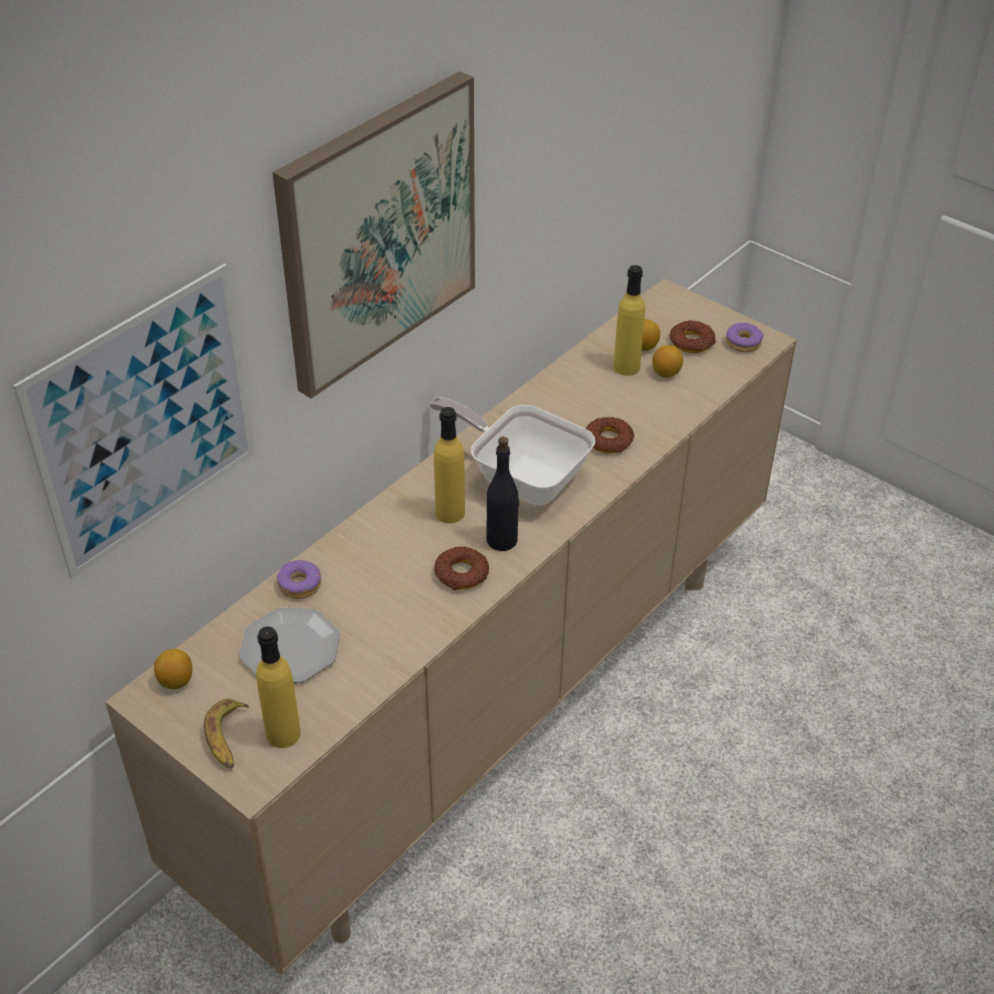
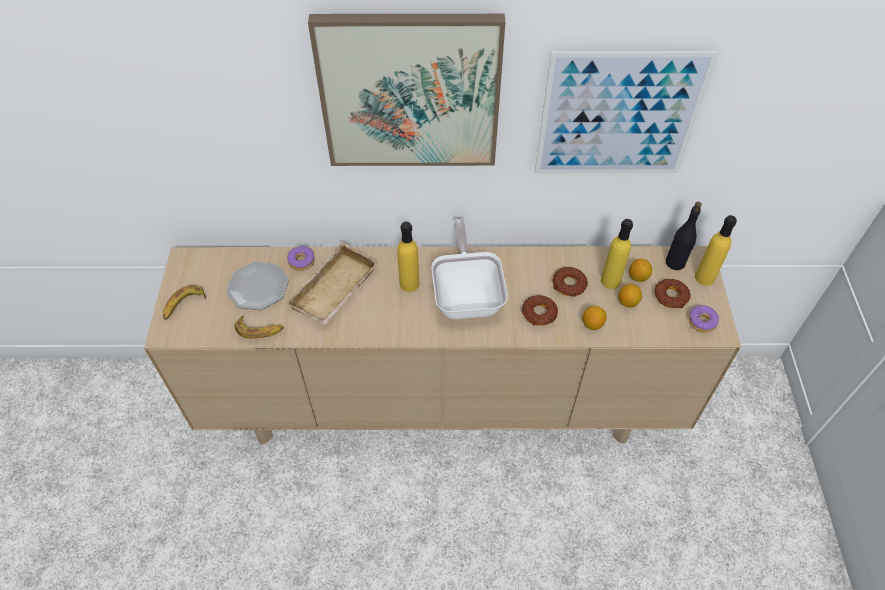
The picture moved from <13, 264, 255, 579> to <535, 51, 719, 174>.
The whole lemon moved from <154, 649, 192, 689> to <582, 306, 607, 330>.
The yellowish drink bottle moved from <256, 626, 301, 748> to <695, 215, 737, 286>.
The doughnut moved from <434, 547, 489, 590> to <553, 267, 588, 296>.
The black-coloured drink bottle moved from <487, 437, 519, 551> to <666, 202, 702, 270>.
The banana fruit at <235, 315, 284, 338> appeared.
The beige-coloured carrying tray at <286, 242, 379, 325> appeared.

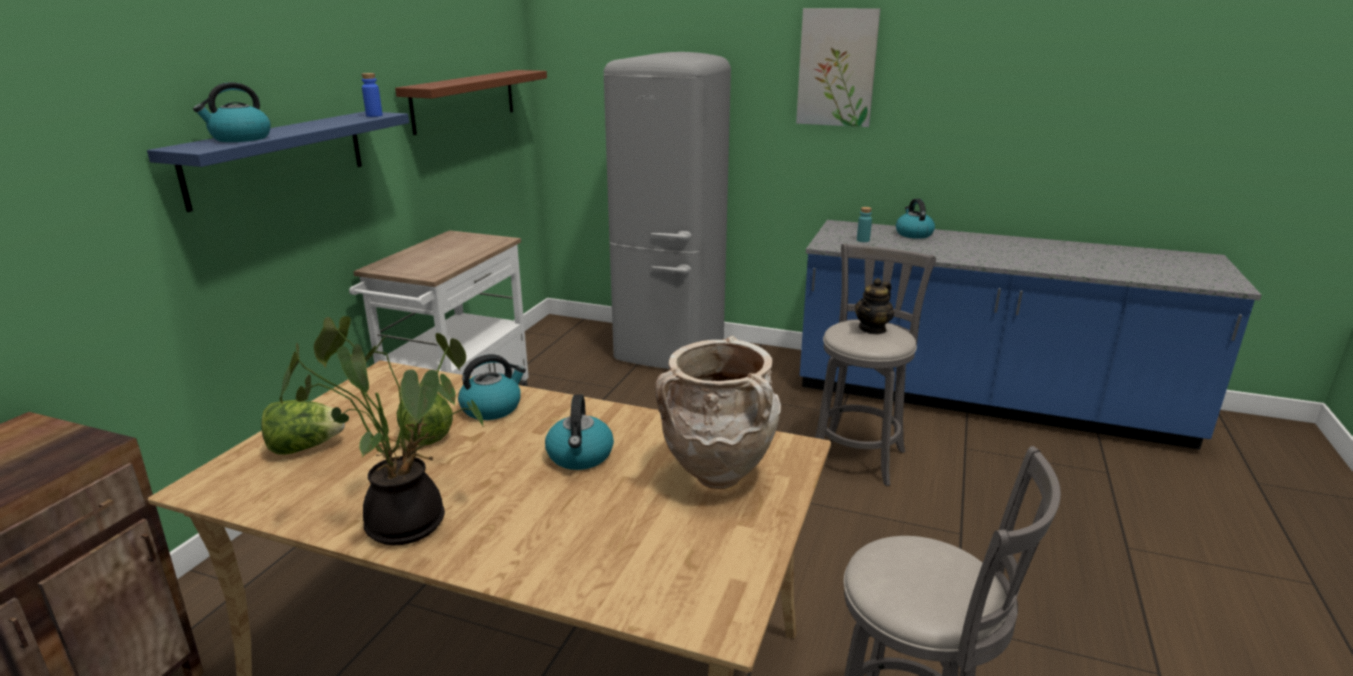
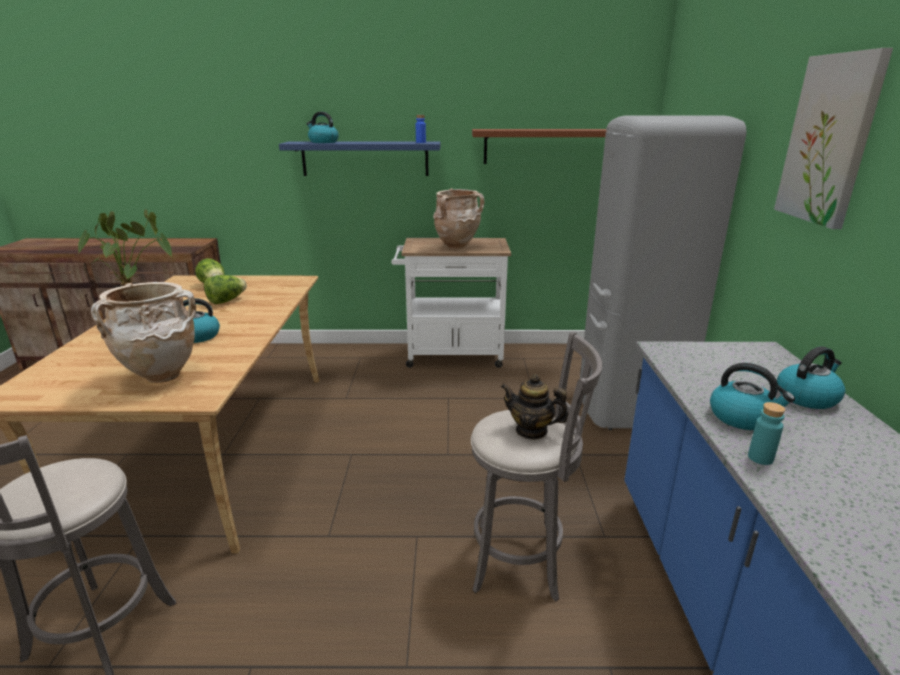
The kettle moved from <458, 354, 526, 420> to <710, 363, 795, 430>.
The turquoise drink bottle moved from <857, 207, 872, 242> to <748, 402, 785, 465>.
The beige-coloured flower vase at <433, 188, 485, 249> appeared.

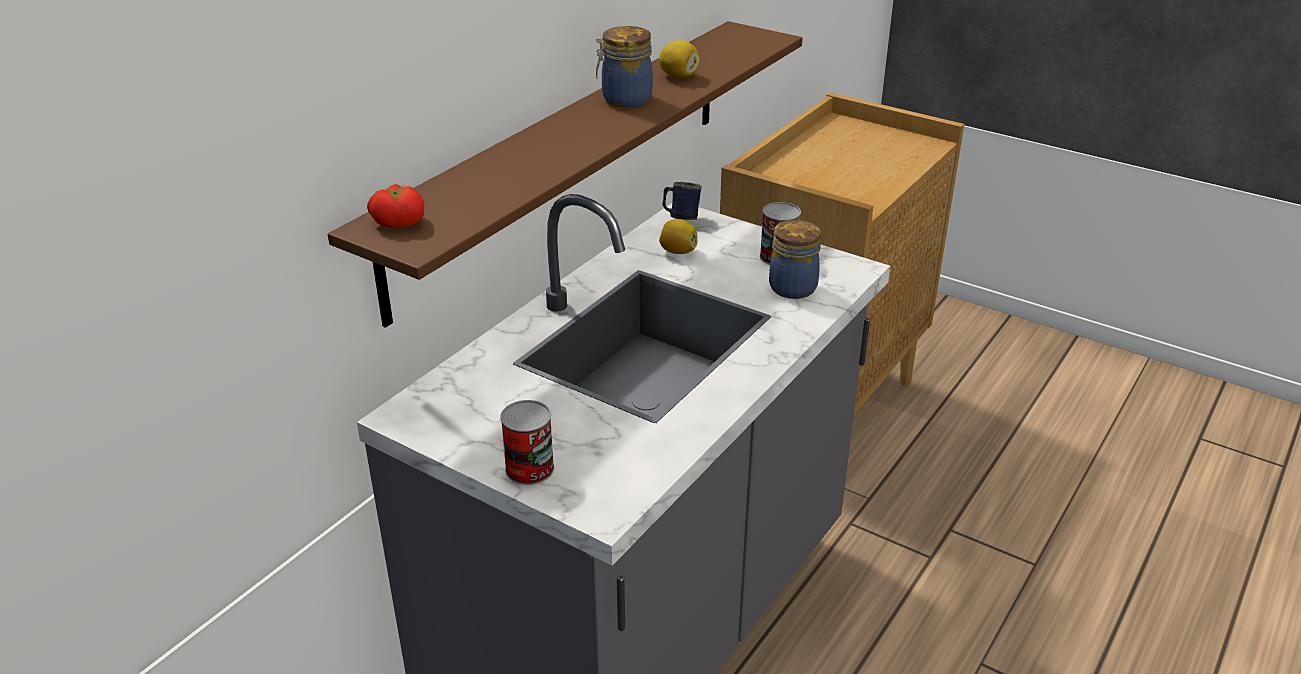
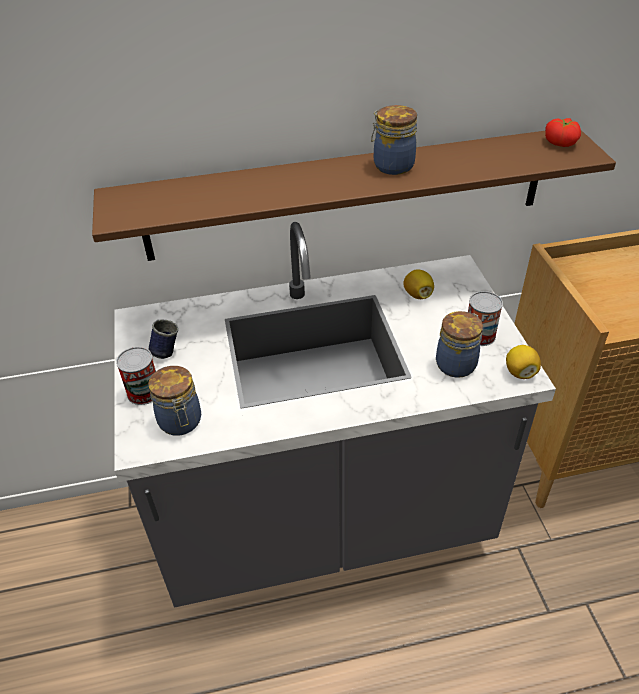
The whole tomato moved from <367, 184, 424, 228> to <545, 118, 581, 147>.
The whole lemon moved from <659, 40, 700, 78> to <506, 345, 541, 379>.
The bluish coffee mug moved from <662, 182, 702, 220> to <149, 320, 178, 359>.
The preserve jar at <148, 366, 201, 436> appeared.

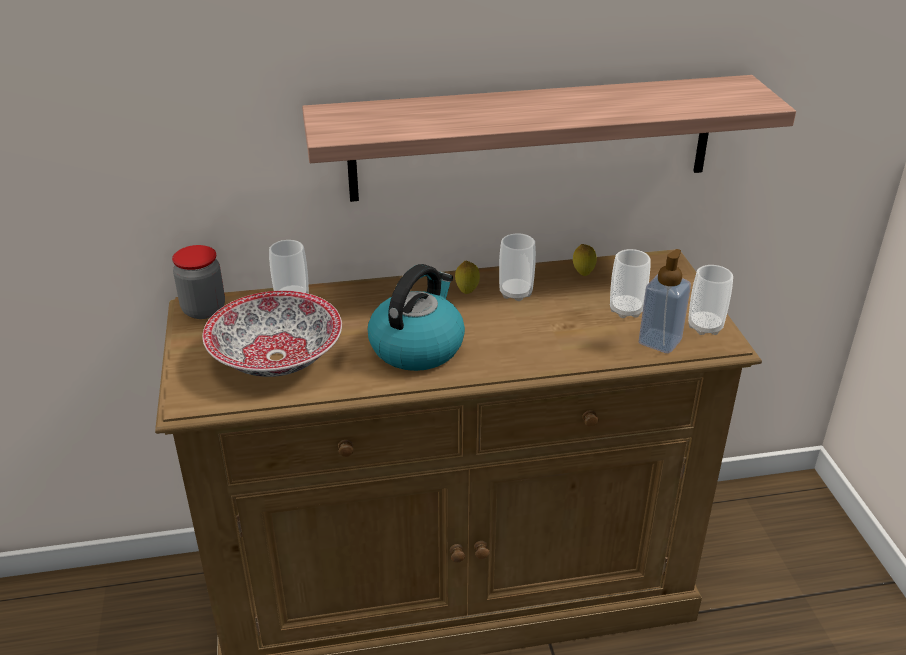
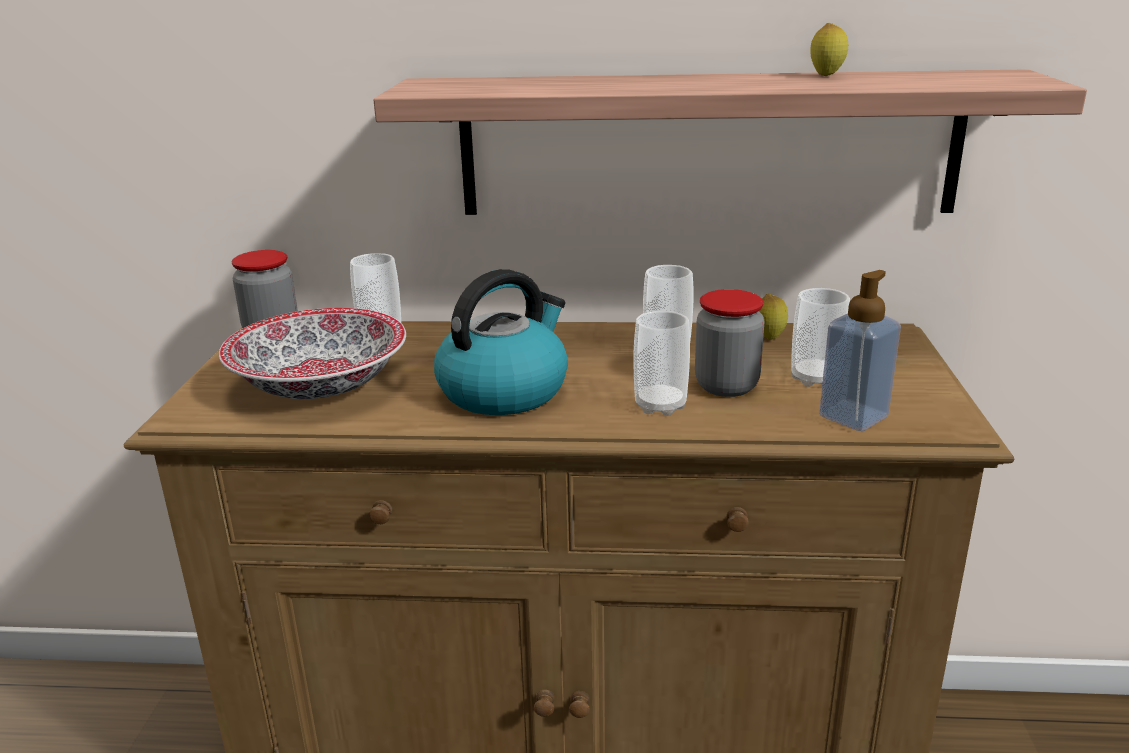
The whole lemon moved from <455, 261, 480, 294> to <811, 23, 848, 76>.
The cup moved from <688, 265, 733, 335> to <634, 311, 690, 416>.
The preserve jar at <695, 289, 764, 397> appeared.

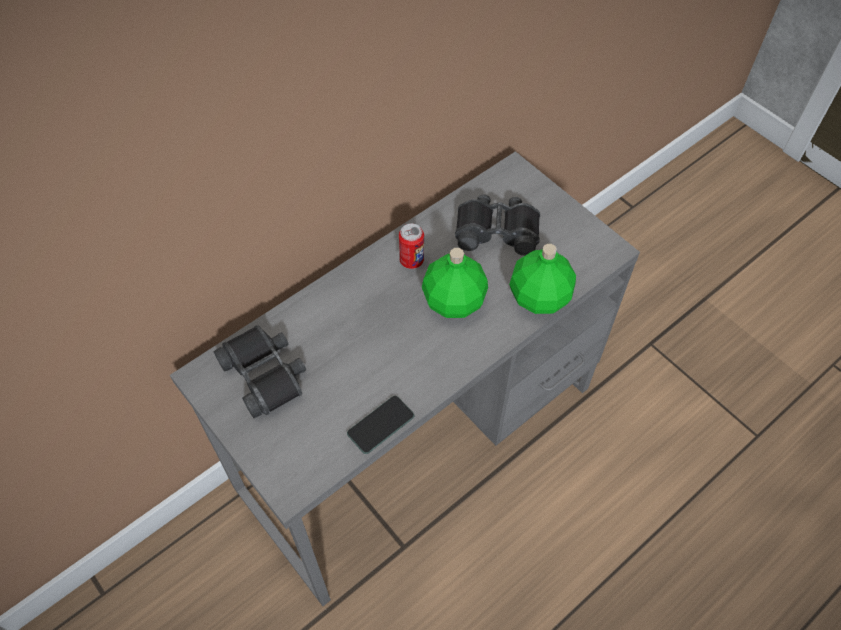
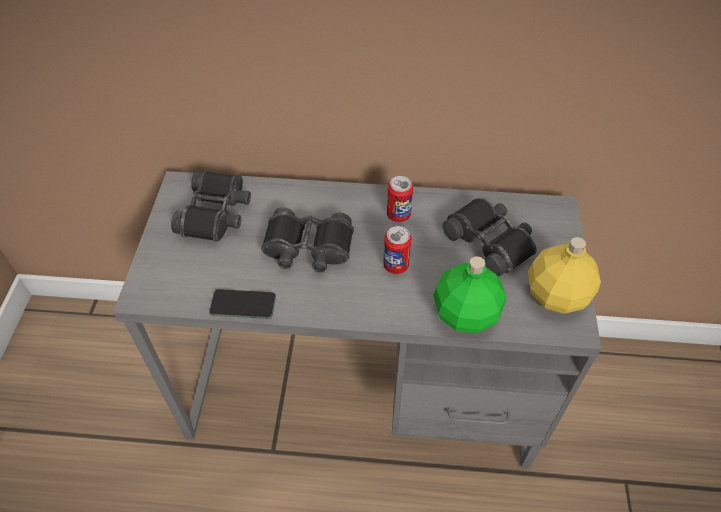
The green-coloured drink bottle at <422, 248, 488, 318> was replaced by the sealed can at <383, 226, 411, 274>.
The black-coloured field glasses at <261, 207, 354, 272> appeared.
The yellowish drink bottle at <528, 237, 601, 314> appeared.

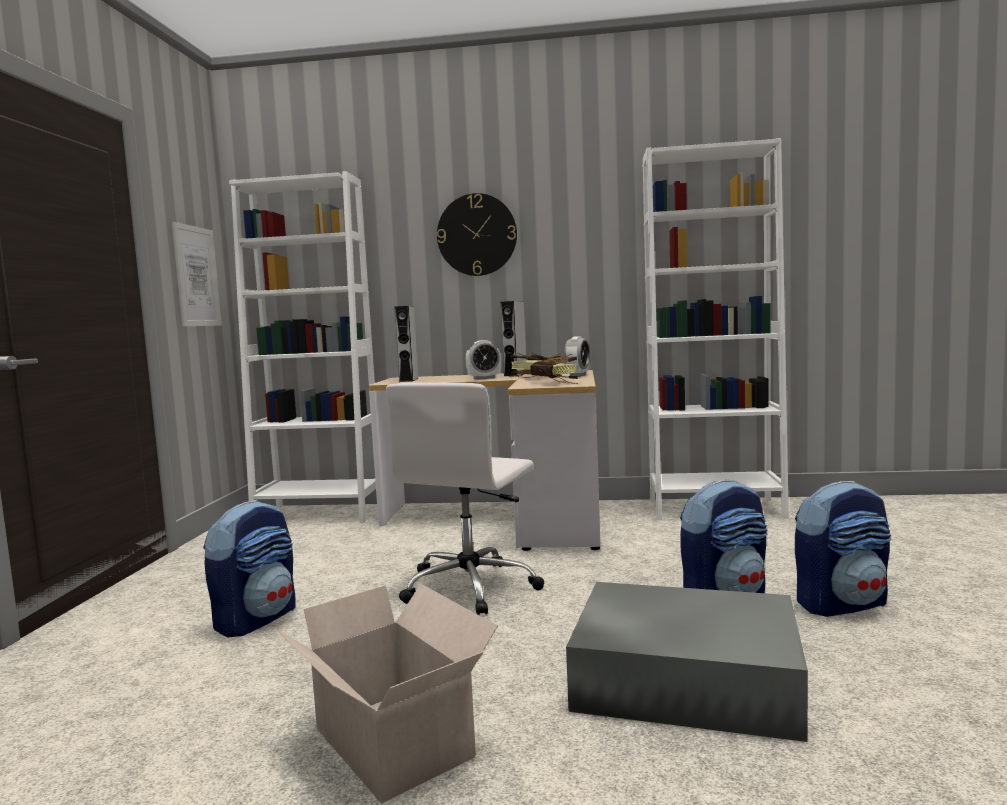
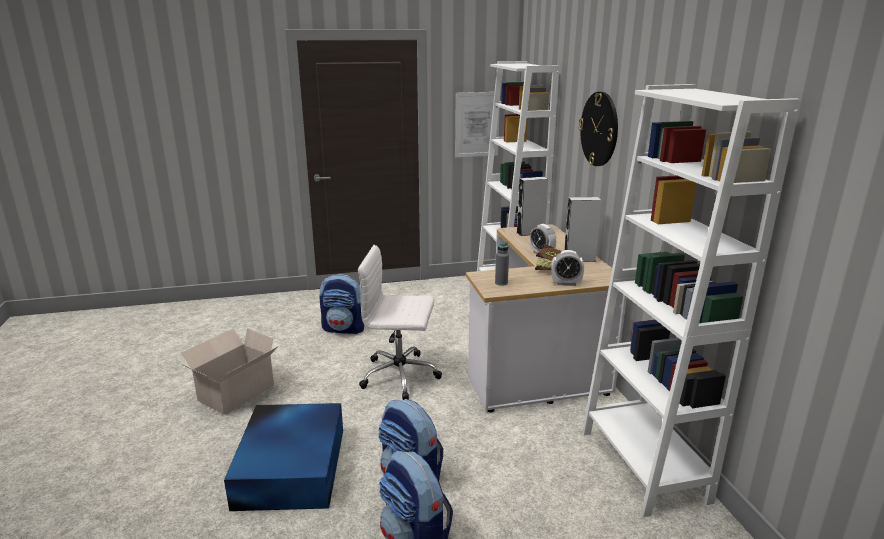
The bound book at <531, 354, 579, 384> was replaced by the gray drink bottle at <495, 241, 509, 286>.
The gray storage bin at <566, 582, 808, 742> became the bluish storage bin at <224, 403, 343, 511>.

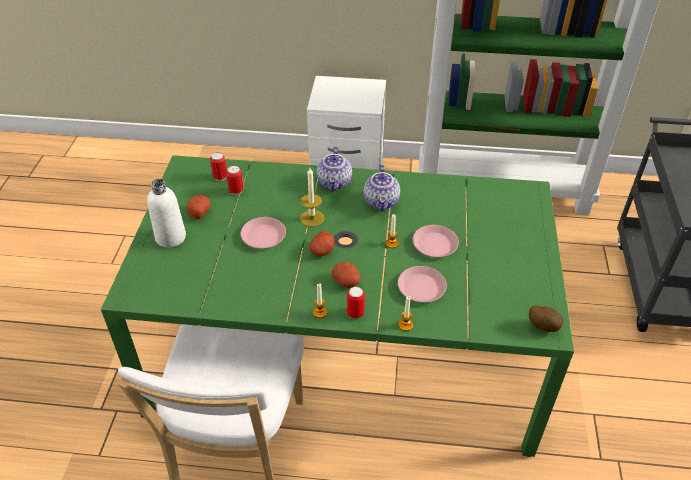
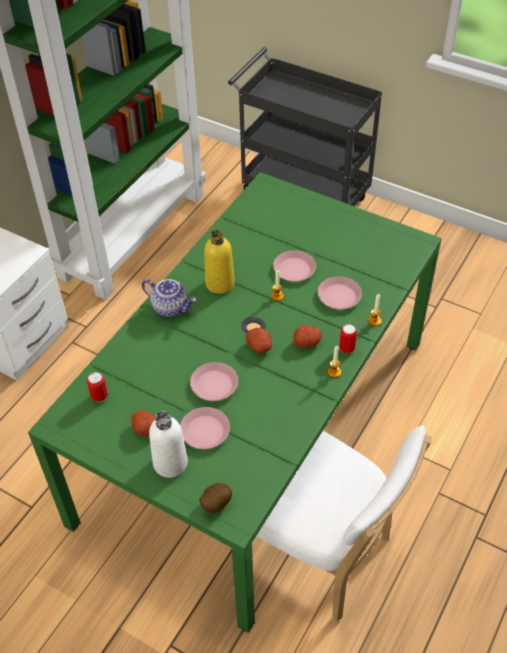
The sealed can at <226, 166, 244, 195> disappeared.
The wax candle at <300, 168, 324, 227> disappeared.
The teapot at <364, 164, 400, 211> was replaced by the yellowish drink bottle at <204, 230, 235, 294>.
The spud moved from <529, 305, 563, 332> to <199, 483, 232, 513>.
The pink-coloured dinner plate at <180, 407, 230, 449> appeared.

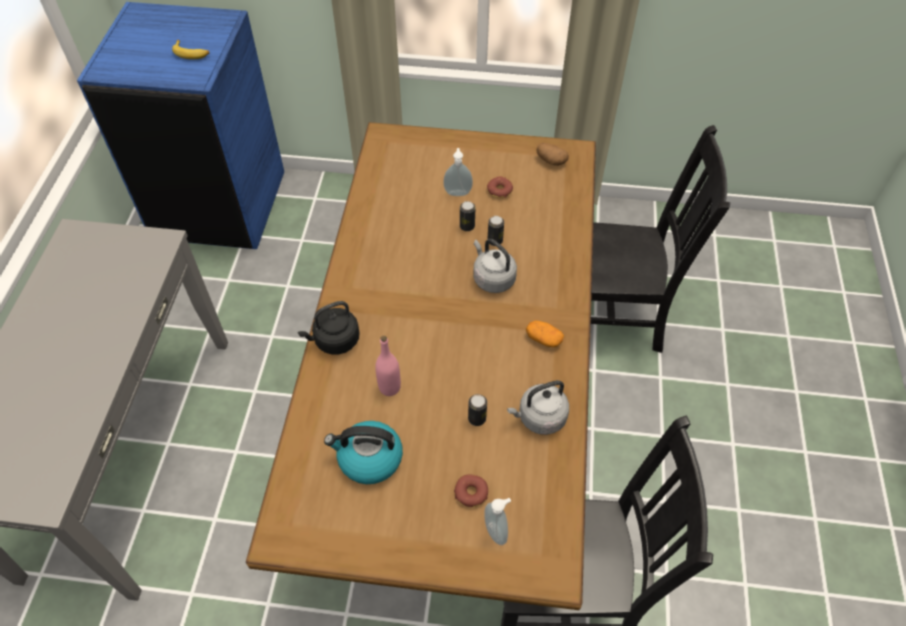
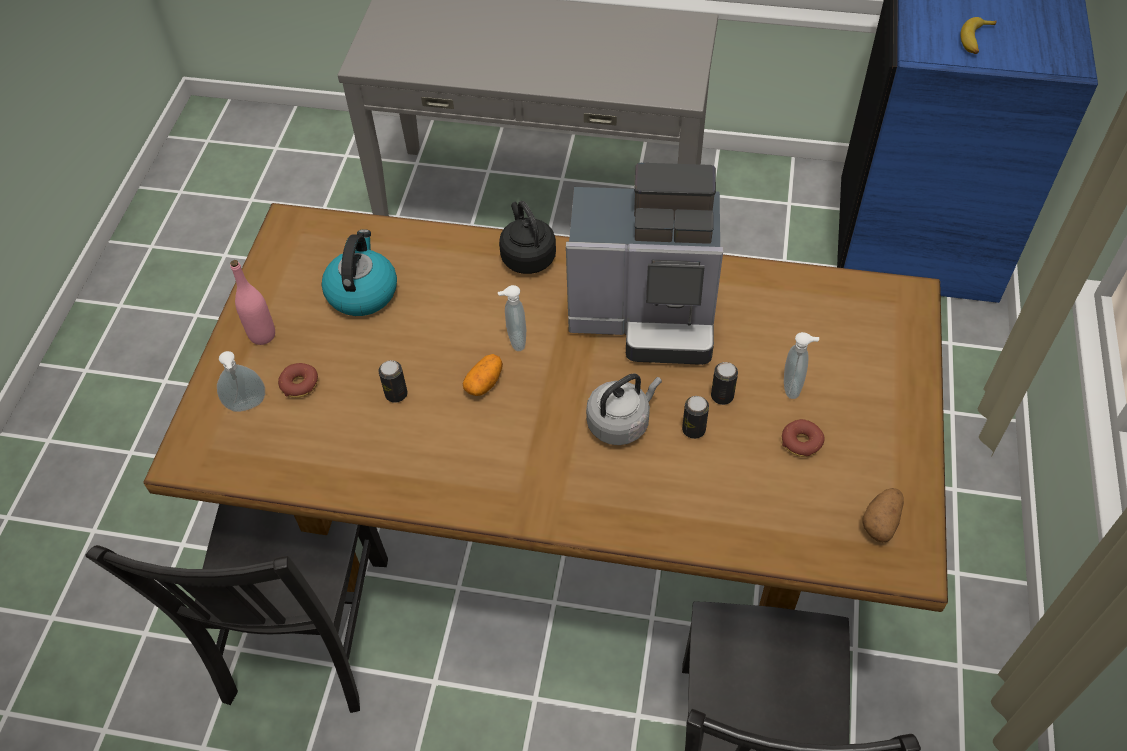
The pink-coloured drink bottle moved from <375, 336, 401, 396> to <230, 260, 275, 345>.
The gray kettle at <507, 380, 569, 435> disappeared.
The spud moved from <526, 321, 564, 347> to <463, 354, 503, 396>.
The liquid soap bottle at <498, 285, 526, 351> appeared.
The coffee maker at <566, 163, 723, 365> appeared.

